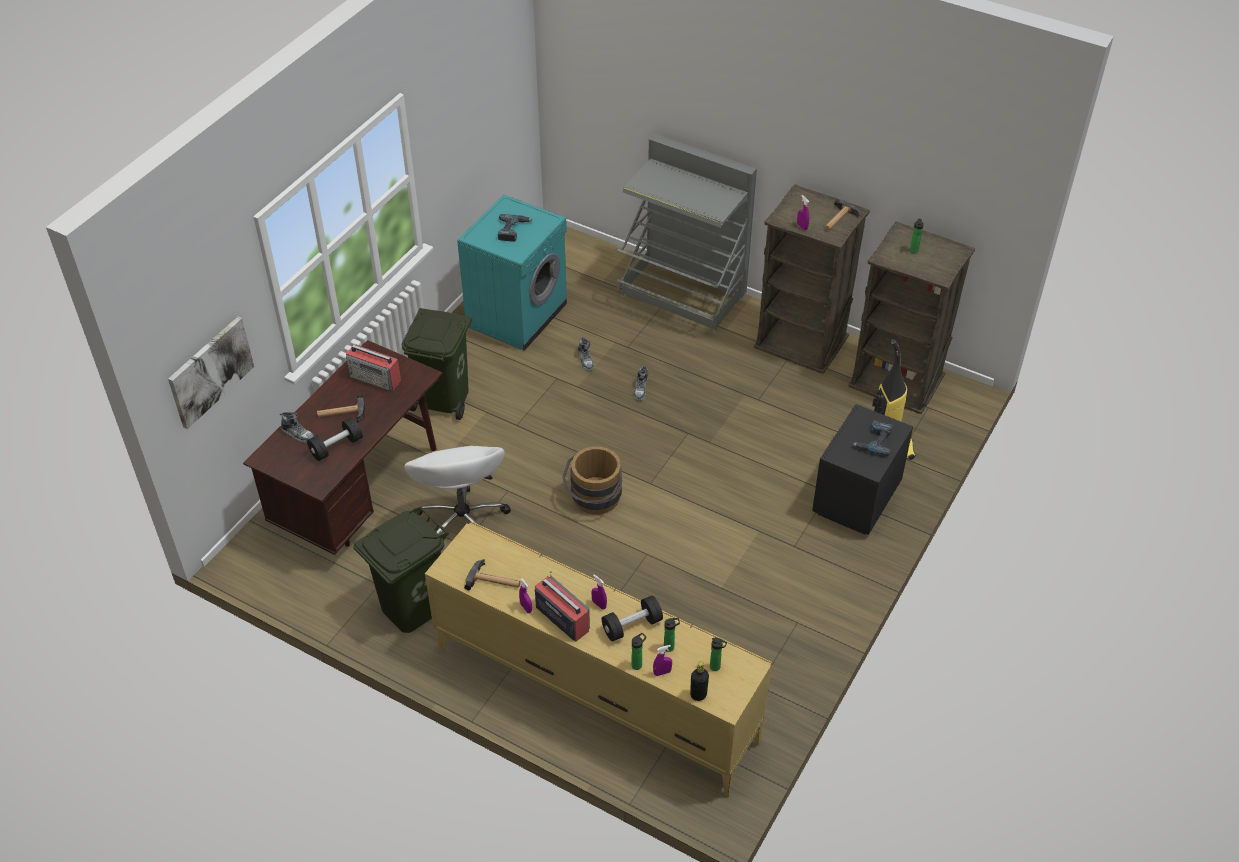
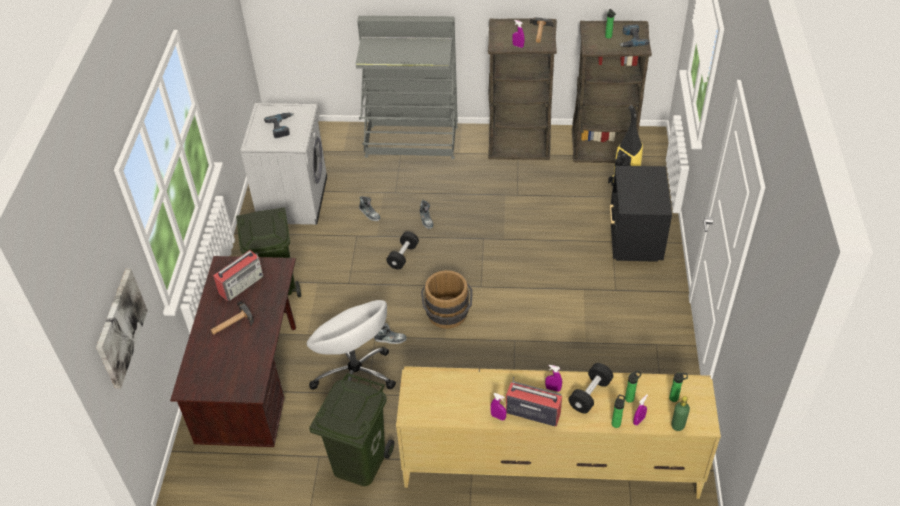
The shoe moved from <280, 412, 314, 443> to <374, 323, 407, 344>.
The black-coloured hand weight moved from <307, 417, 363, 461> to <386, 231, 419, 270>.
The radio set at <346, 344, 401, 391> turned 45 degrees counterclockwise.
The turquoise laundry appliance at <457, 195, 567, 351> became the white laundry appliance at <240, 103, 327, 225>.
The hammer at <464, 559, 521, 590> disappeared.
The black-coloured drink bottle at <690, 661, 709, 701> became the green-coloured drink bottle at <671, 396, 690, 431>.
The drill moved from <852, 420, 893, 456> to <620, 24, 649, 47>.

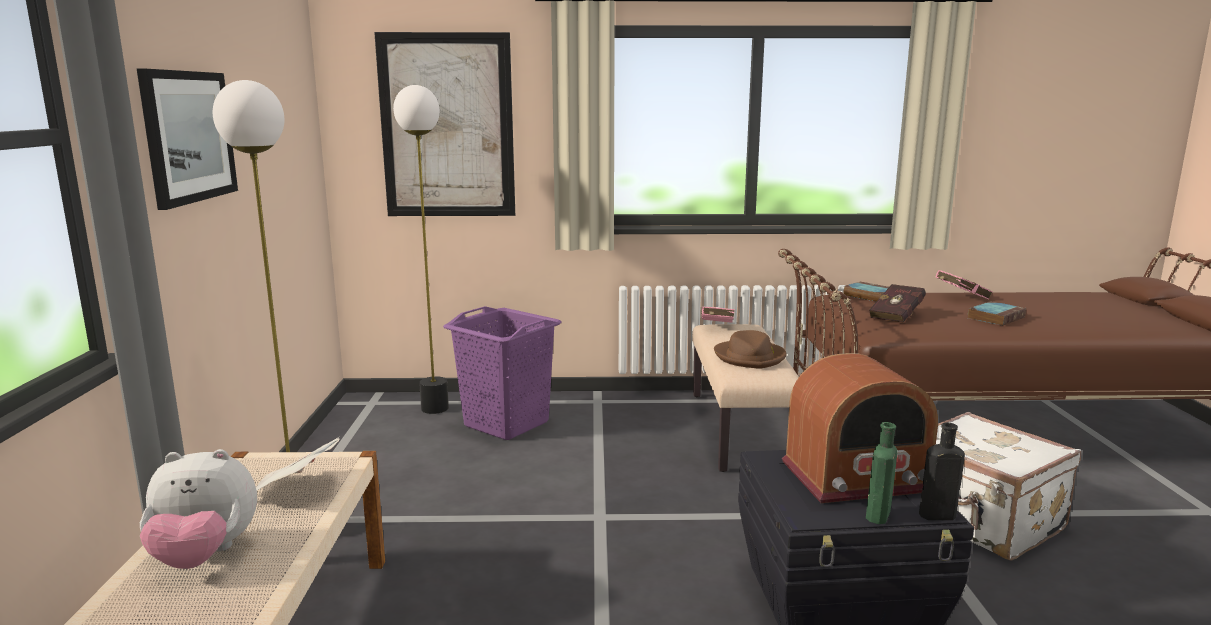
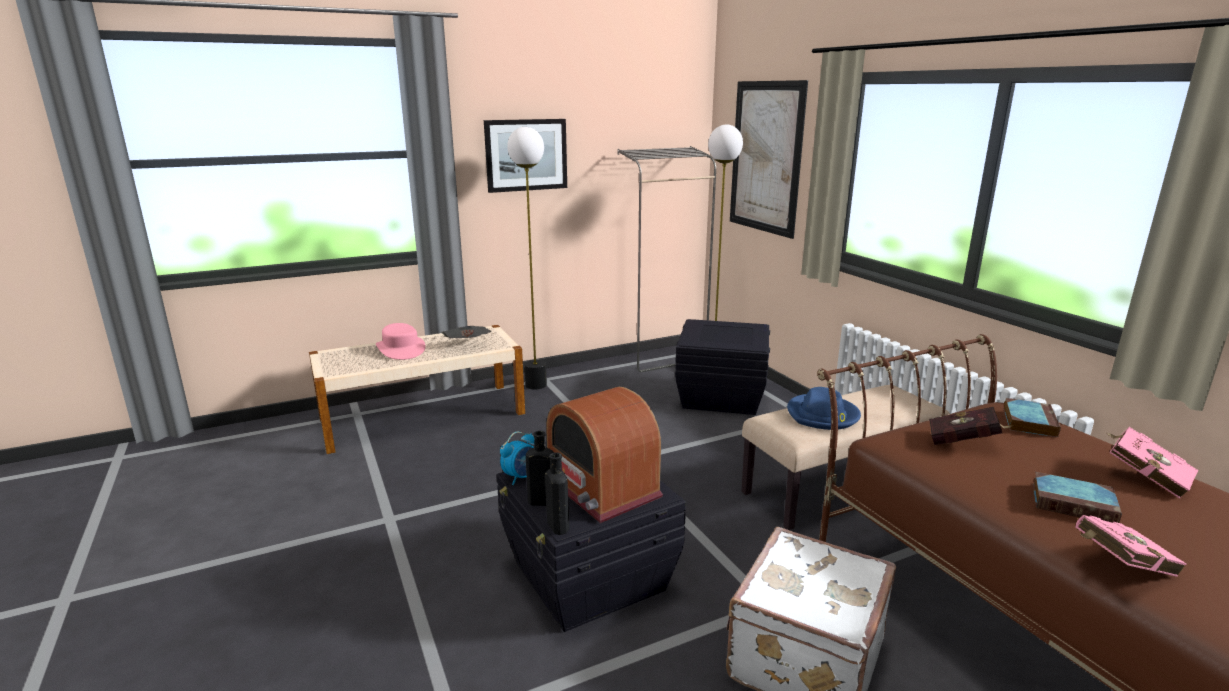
The soft toy at <140, 449, 257, 569> was replaced by the pink-coloured clothing hat at <376, 323, 425, 360>.
The purple-coloured washing basket at <443, 306, 562, 440> was replaced by the black-coloured storage bin at <675, 319, 770, 415>.
The pink-coloured bound book moved from <701, 306, 734, 323> to <1075, 515, 1186, 577>.
The brownish clothing hat at <714, 330, 787, 369> became the bluish clothing hat at <787, 387, 861, 430>.
The green-coloured drink bottle at <866, 422, 897, 524> became the black-coloured drink bottle at <526, 431, 554, 506>.
The table clock at <500, 432, 534, 485> appeared.
The gray garment rack at <617, 146, 716, 372> appeared.

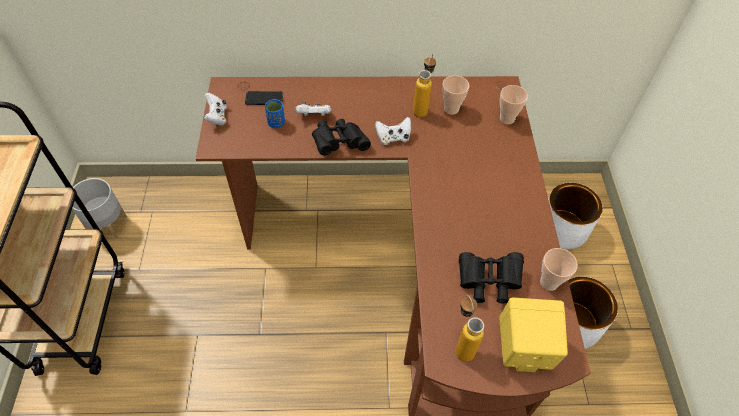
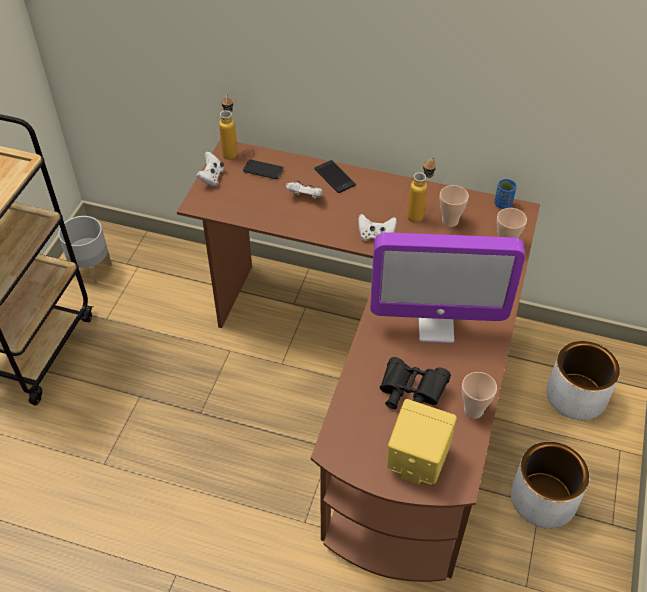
The bluish cup moved from <265, 99, 285, 128> to <494, 179, 517, 209>.
The black-coloured field glasses at <312, 119, 371, 156> disappeared.
The drink bottle moved from <455, 295, 484, 362> to <219, 94, 238, 160>.
The handset at <315, 160, 356, 193> appeared.
The monitor at <370, 232, 525, 343> appeared.

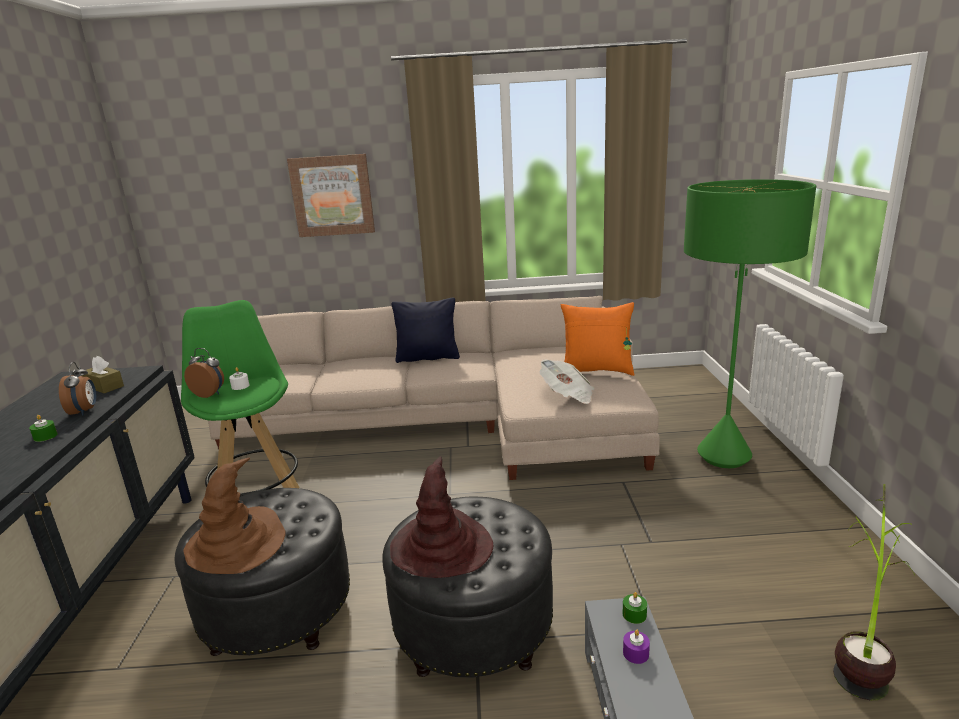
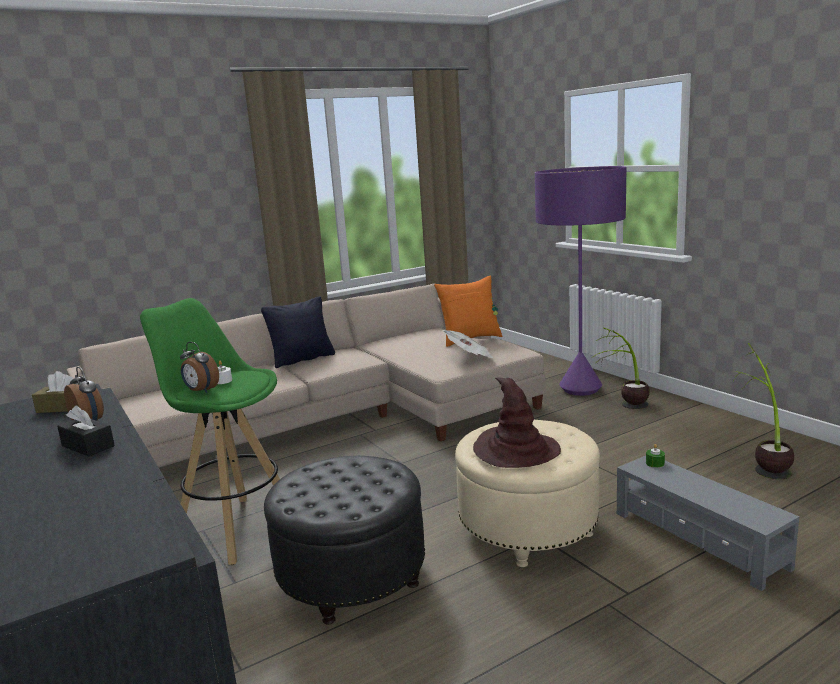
The green-coloured wax candle at <29, 415, 58, 442> was replaced by the black-coloured box of tissues at <57, 406, 115, 457>.
The brownish clothing hat at <183, 458, 285, 574> disappeared.
The table clock at <184, 348, 224, 398> turned 135 degrees counterclockwise.
The picture at <287, 154, 375, 237> disappeared.
The black-coloured pouffe at <382, 497, 553, 678> became the beige-coloured pouffe at <455, 420, 600, 567>.
The purple-coloured wax candle at <623, 629, 650, 664> disappeared.
The green-coloured floor lamp at <684, 179, 816, 468> became the purple-coloured floor lamp at <535, 166, 626, 396>.
The houseplant at <591, 327, 650, 409> appeared.

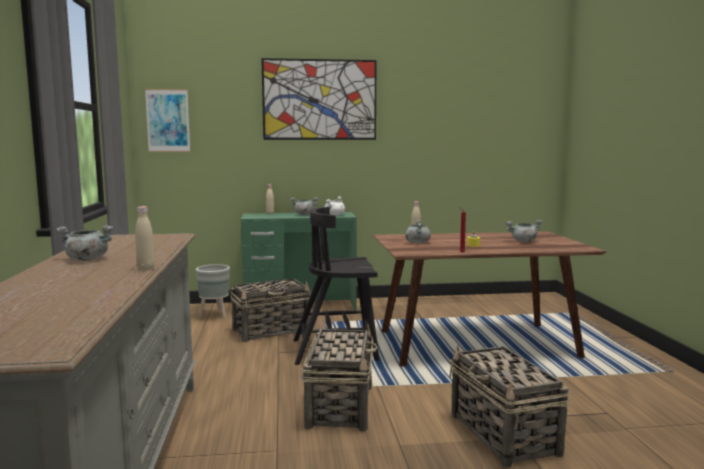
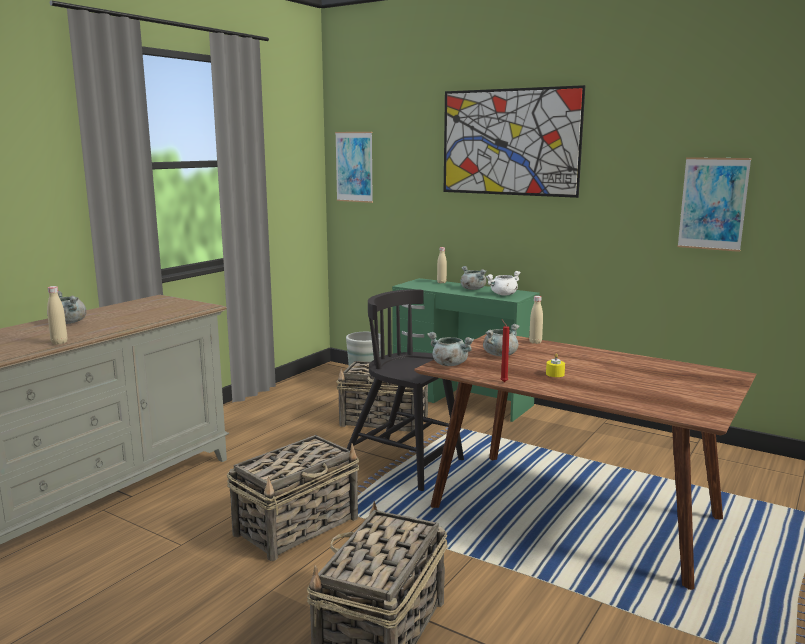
The gray stockpot moved from <506, 220, 542, 242> to <427, 332, 474, 366>.
The picture at <678, 157, 751, 252> appeared.

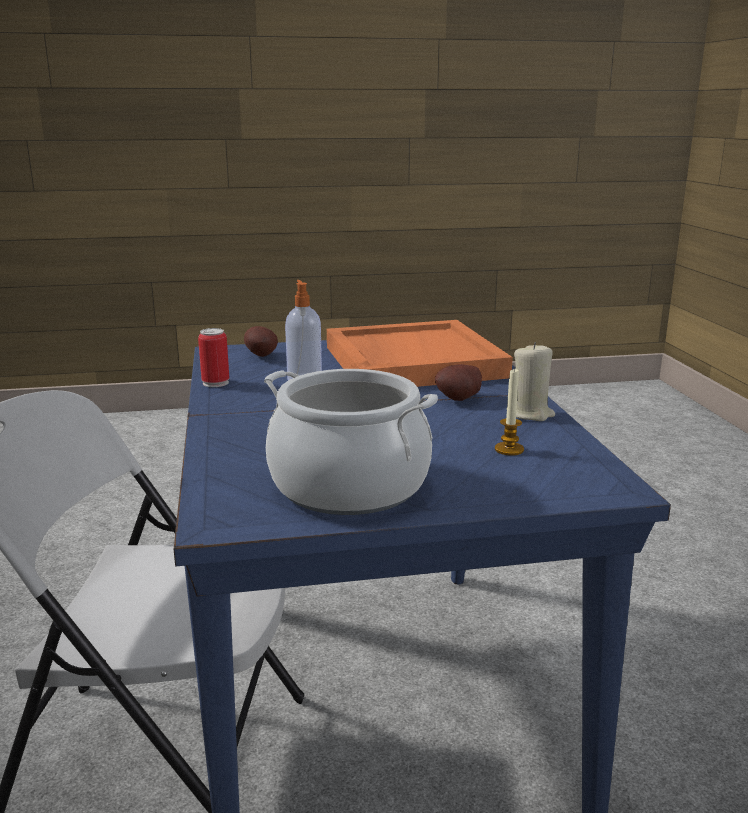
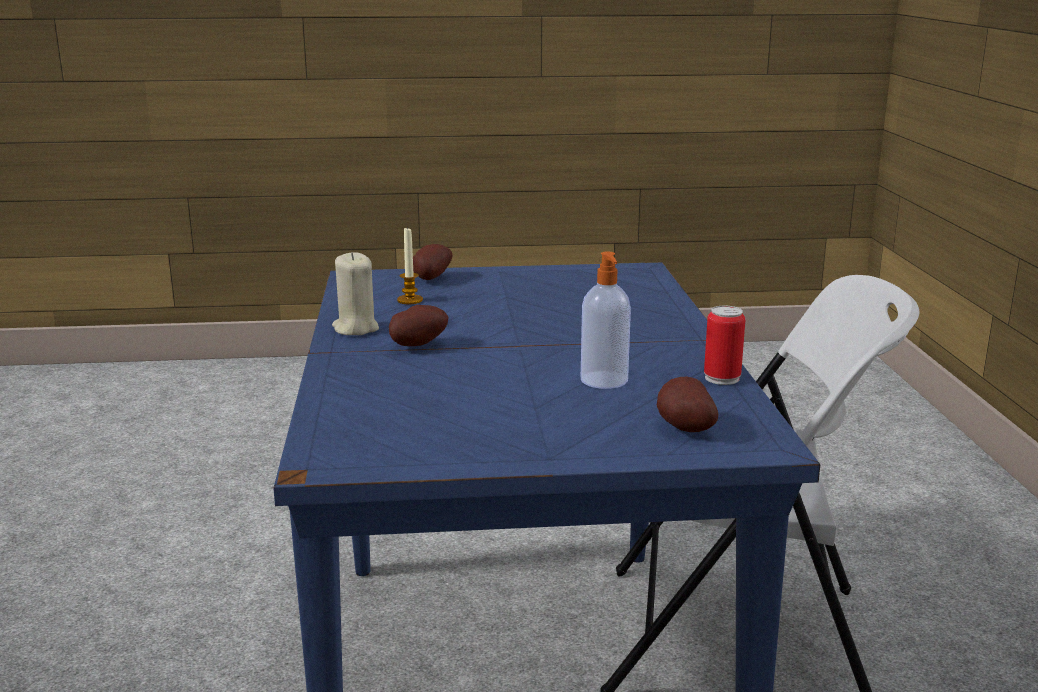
The stockpot at <264, 369, 438, 515> disappeared.
The orange carrying tray at <327, 320, 513, 387> disappeared.
The spud at <413, 244, 452, 280> appeared.

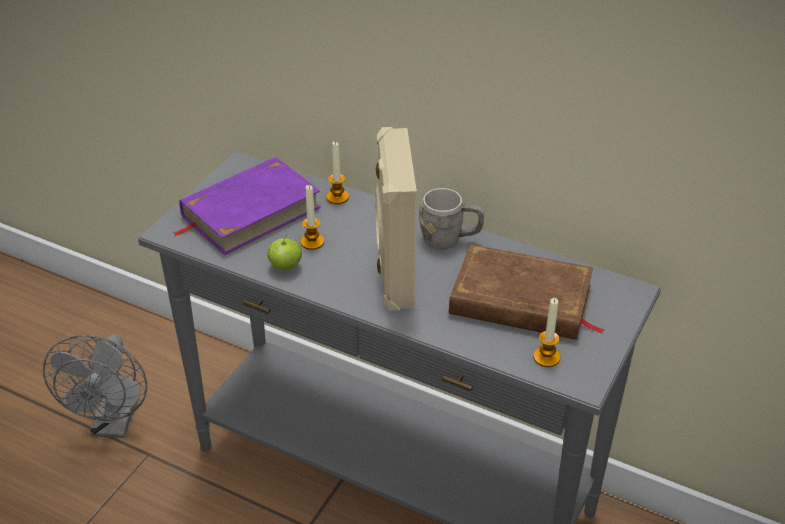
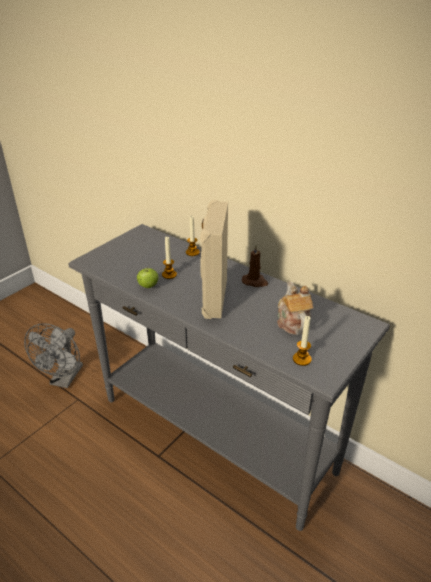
The purple-coloured bound book at <174, 157, 321, 255> disappeared.
The gray coffee mug at <419, 188, 484, 249> was replaced by the brownish wax candle at <242, 244, 268, 287>.
The brownish bound book at <449, 244, 604, 340> was replaced by the teapot at <277, 282, 313, 335>.

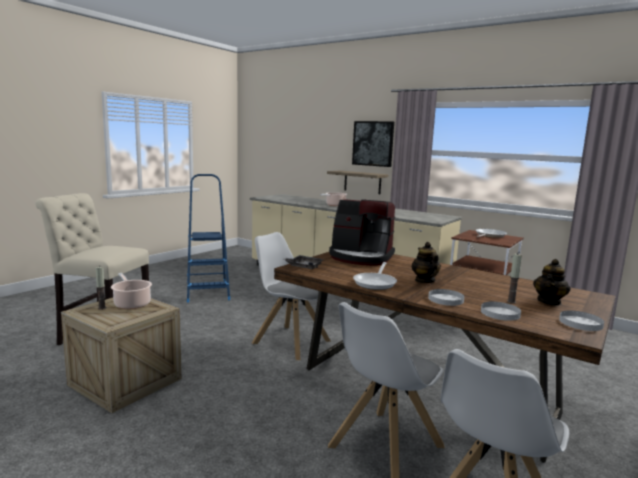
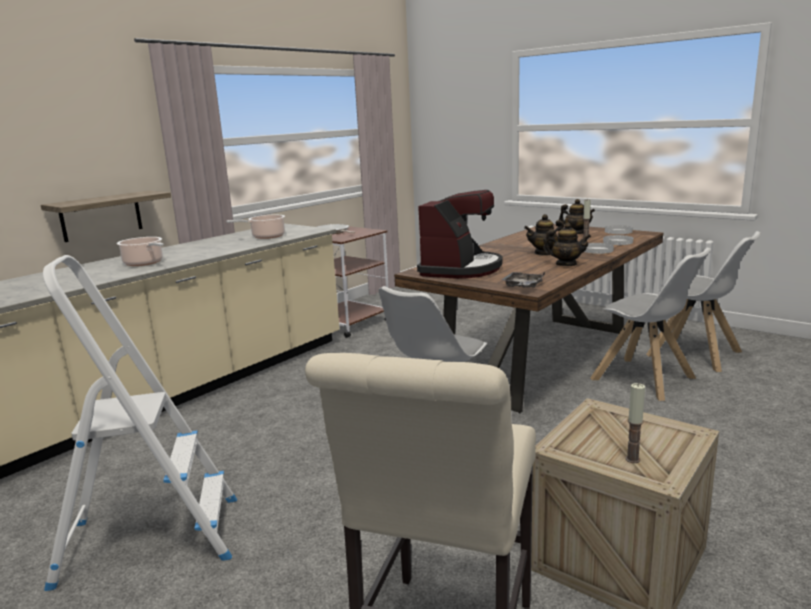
The stockpot moved from <111, 273, 152, 309> to <226, 215, 285, 239>.
The bluish stepladder at <187, 174, 230, 303> became the white stepladder at <43, 255, 237, 591>.
The picture at <352, 121, 394, 167> disappeared.
The skillet at <353, 262, 397, 290> was replaced by the teapot at <543, 223, 591, 266>.

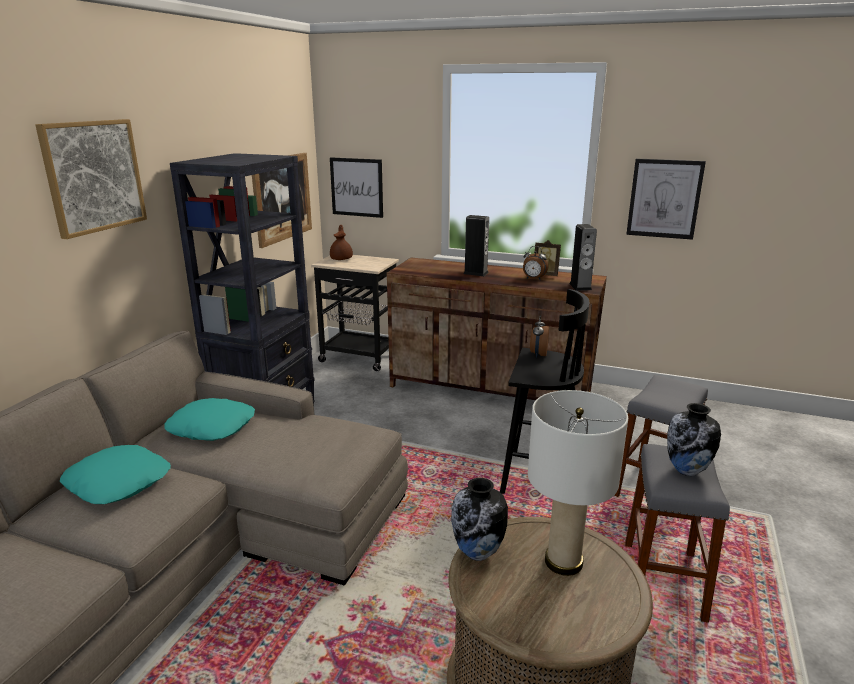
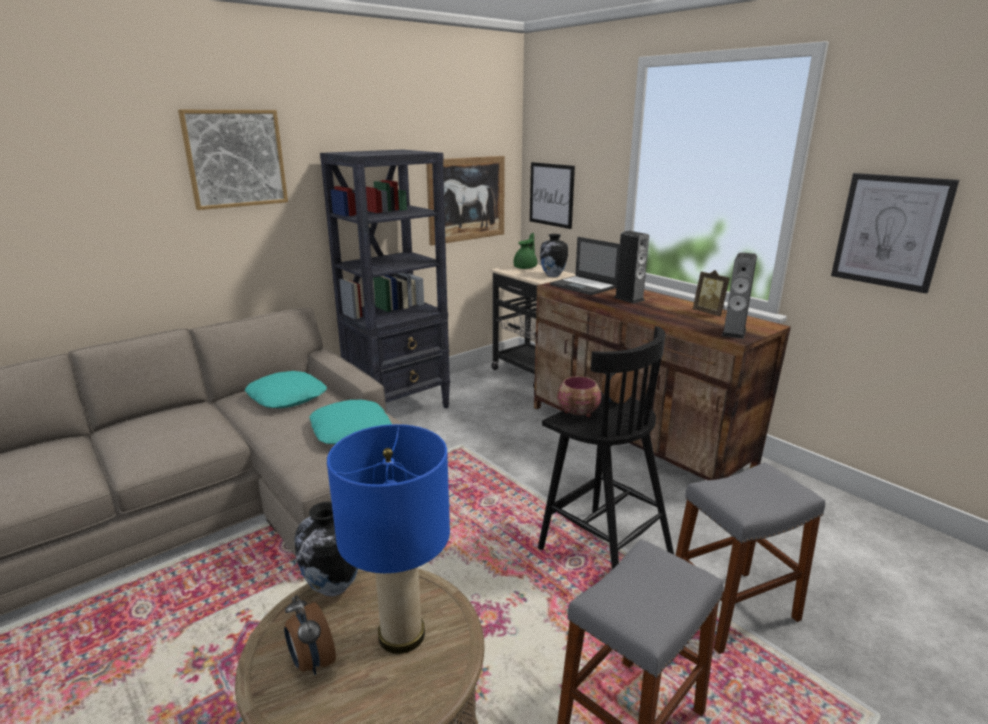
The turquoise throw pillow moved from <60, 445, 171, 504> to <309, 400, 392, 444>.
The brownish teapot at <330, 225, 353, 260> became the green-coloured teapot at <514, 233, 537, 269>.
The table clock moved from <523, 246, 549, 280> to <284, 595, 336, 675>.
The white lamp for a table at <528, 390, 628, 576> became the bluish lamp for a table at <327, 424, 450, 654>.
The flower vase moved from <667, 403, 721, 476> to <540, 234, 568, 277>.
The notebook computer at <550, 237, 620, 295> appeared.
The deep dish at <557, 376, 601, 417> appeared.

